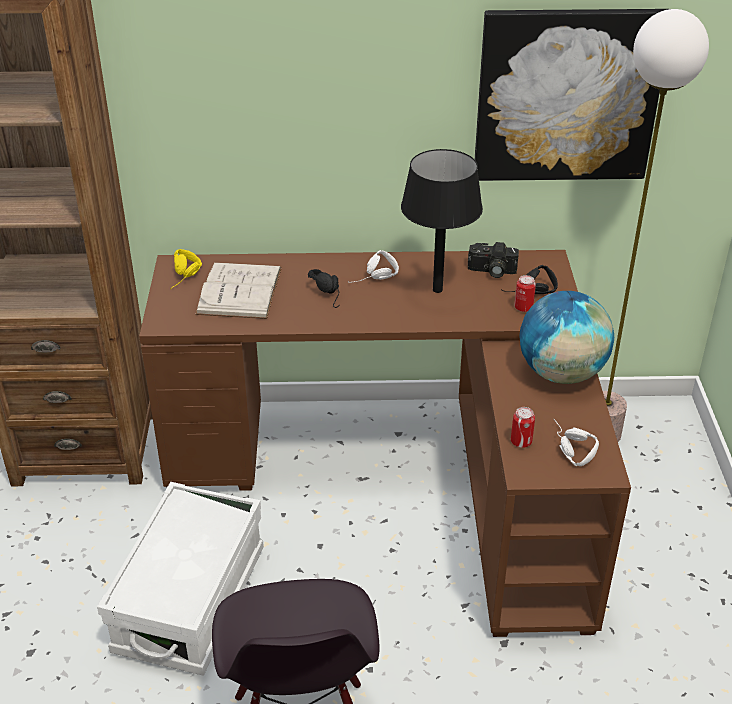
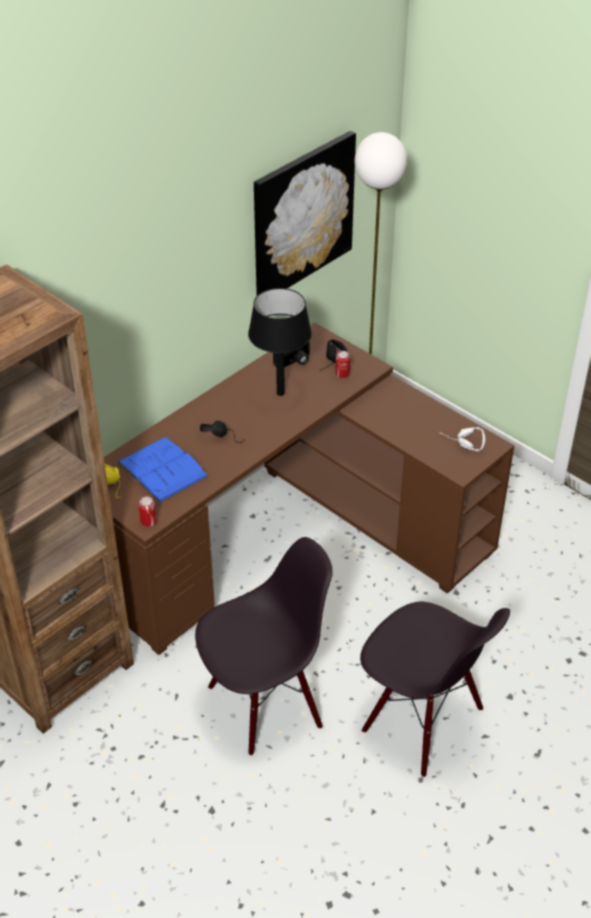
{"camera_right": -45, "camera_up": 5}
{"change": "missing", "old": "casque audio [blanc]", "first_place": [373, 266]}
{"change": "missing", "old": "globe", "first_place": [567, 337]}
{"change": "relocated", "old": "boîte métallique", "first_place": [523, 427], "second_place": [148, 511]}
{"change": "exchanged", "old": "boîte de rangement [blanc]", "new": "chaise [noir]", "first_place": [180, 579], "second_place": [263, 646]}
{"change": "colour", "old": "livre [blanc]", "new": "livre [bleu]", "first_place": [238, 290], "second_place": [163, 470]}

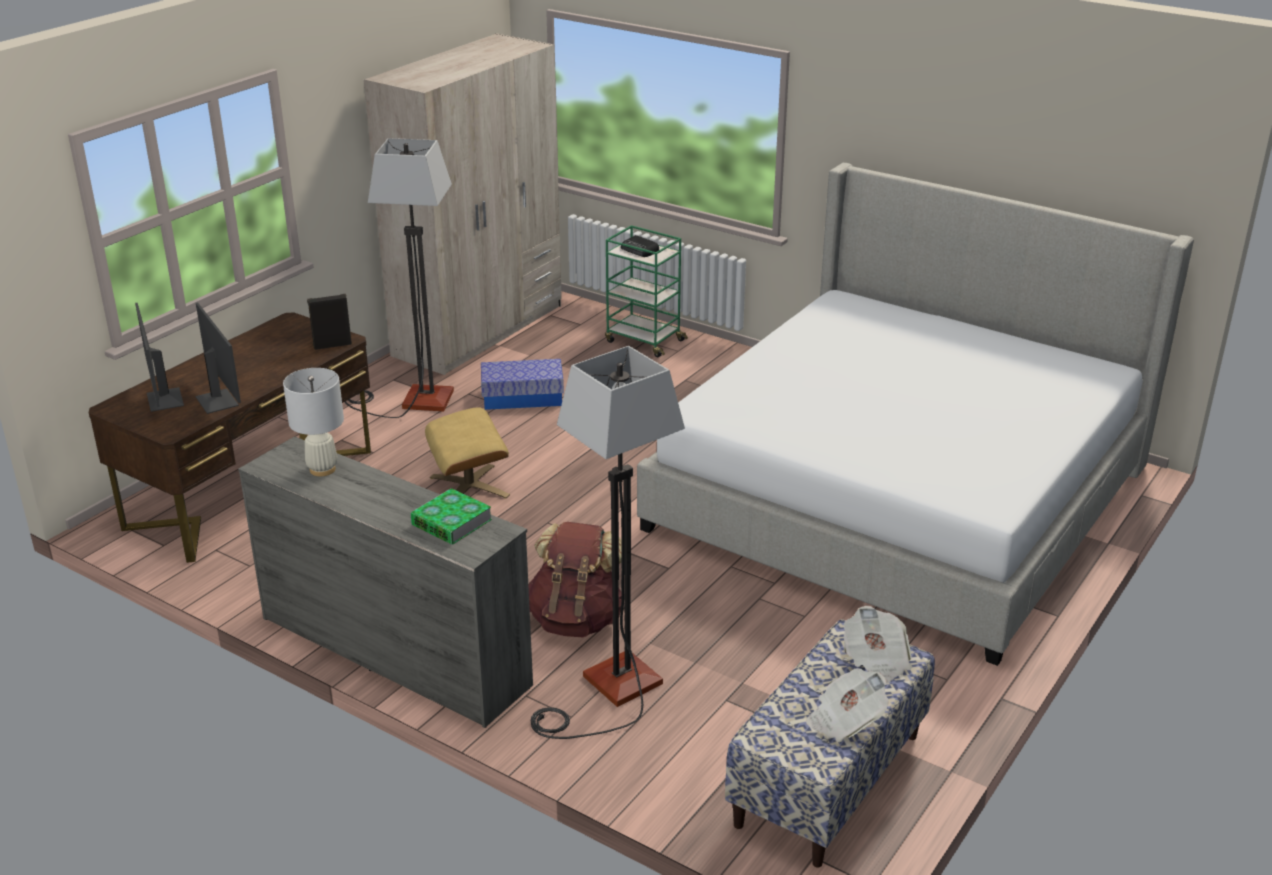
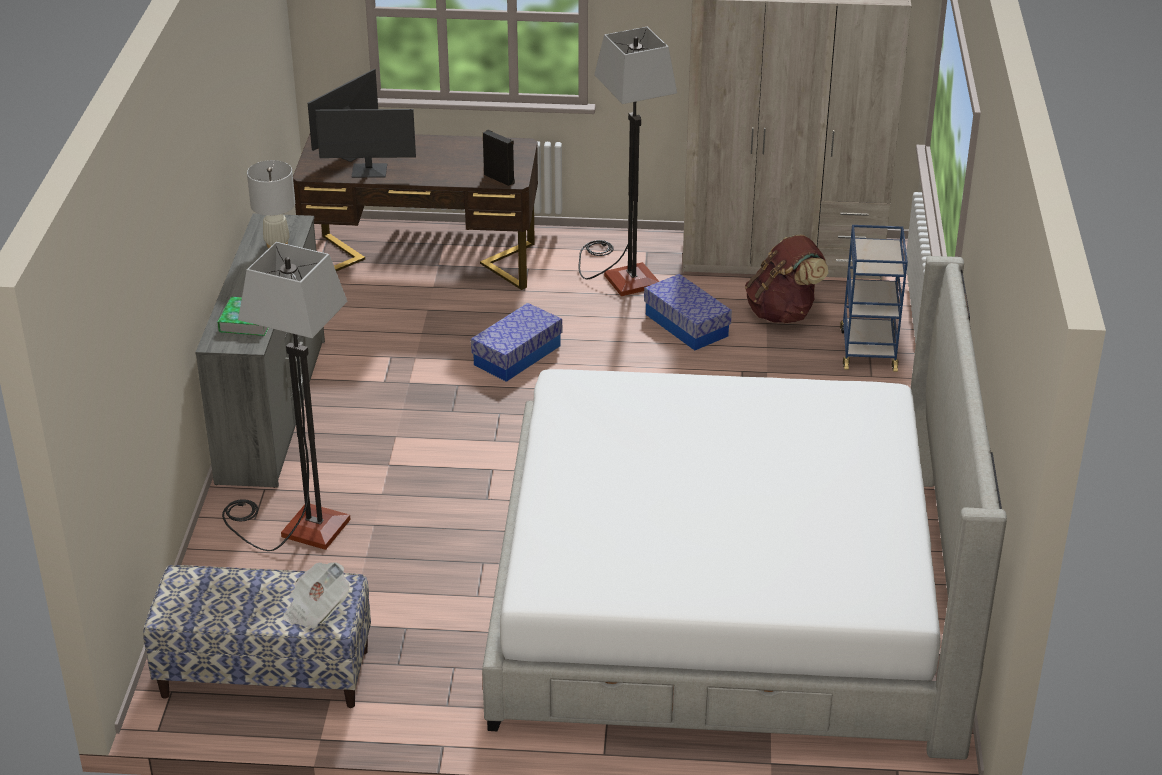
{"camera_right": 60, "camera_up": 5}
{"change": "missing", "old": "radio", "first_place": [640, 246]}
{"change": "missing", "old": "journal", "first_place": [847, 705]}
{"change": "relocated", "old": "sac à dos [marron]", "first_place": [576, 579], "second_place": [787, 279]}
{"change": "exchanged", "old": "pouf [beige]", "new": "boîte de rangement", "first_place": [467, 453], "second_place": [516, 342]}
{"change": "colour", "old": "chariot [vert]", "new": "chariot [bleu]", "first_place": [646, 291], "second_place": [874, 298]}
{"change": "spun", "old": "écran d'ordinateur", "first_place": [218, 358], "second_place": [365, 143], "degrees": 60}

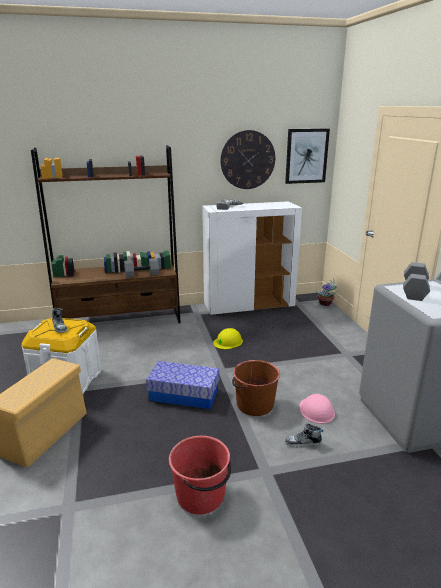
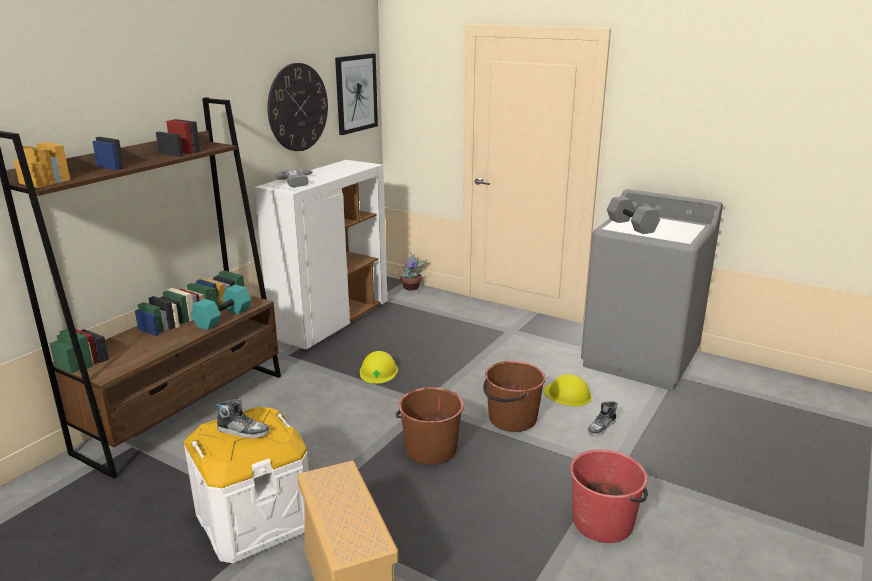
{"camera_right": -45, "camera_up": 0}
{"change": "exchanged", "old": "boîte de rangement", "new": "seau [marron]", "first_place": [183, 385], "second_place": [430, 426]}
{"change": "colour", "old": "haltère [gris]", "new": "haltère [turquoise]", "first_place": [141, 268], "second_place": [221, 307]}
{"change": "colour", "old": "casque de chantier [rose]", "new": "casque de chantier [jaune]", "first_place": [317, 409], "second_place": [567, 390]}

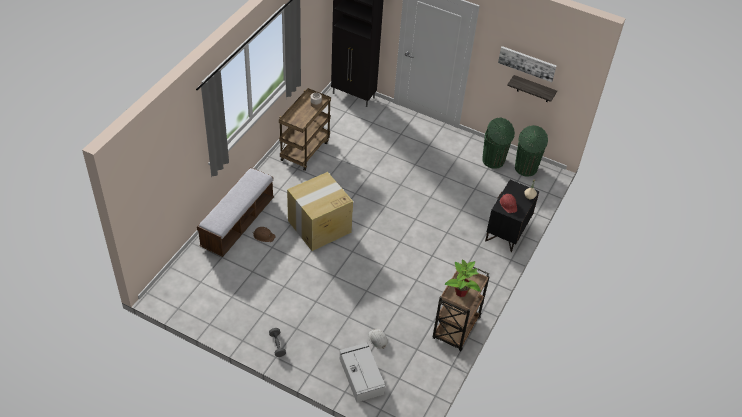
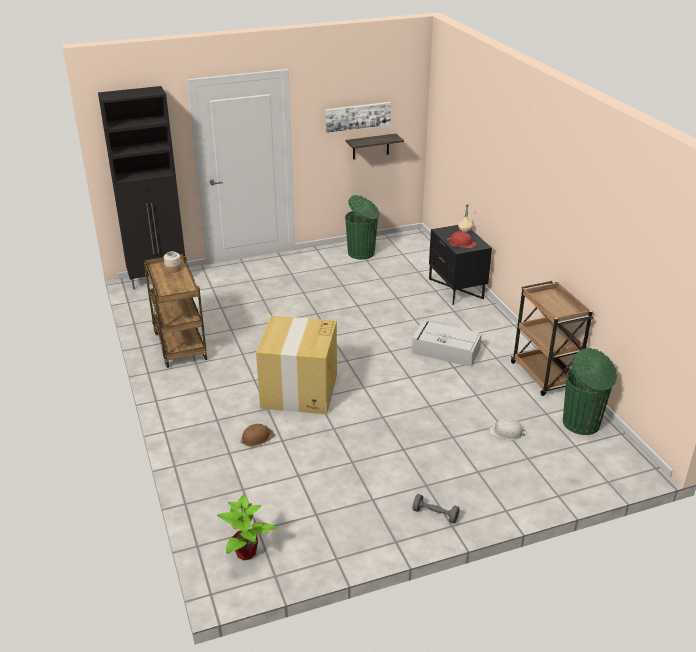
{"camera_right": -45, "camera_up": -15}
{"change": "missing", "old": "banc", "first_place": [235, 212]}
{"change": "relocated", "old": "boîte de rangement [gris]", "first_place": [362, 372], "second_place": [447, 344]}
{"change": "relocated", "old": "plante en pot", "first_place": [463, 278], "second_place": [247, 527]}
{"change": "relocated", "old": "poubelle [vert]", "first_place": [531, 150], "second_place": [590, 391]}

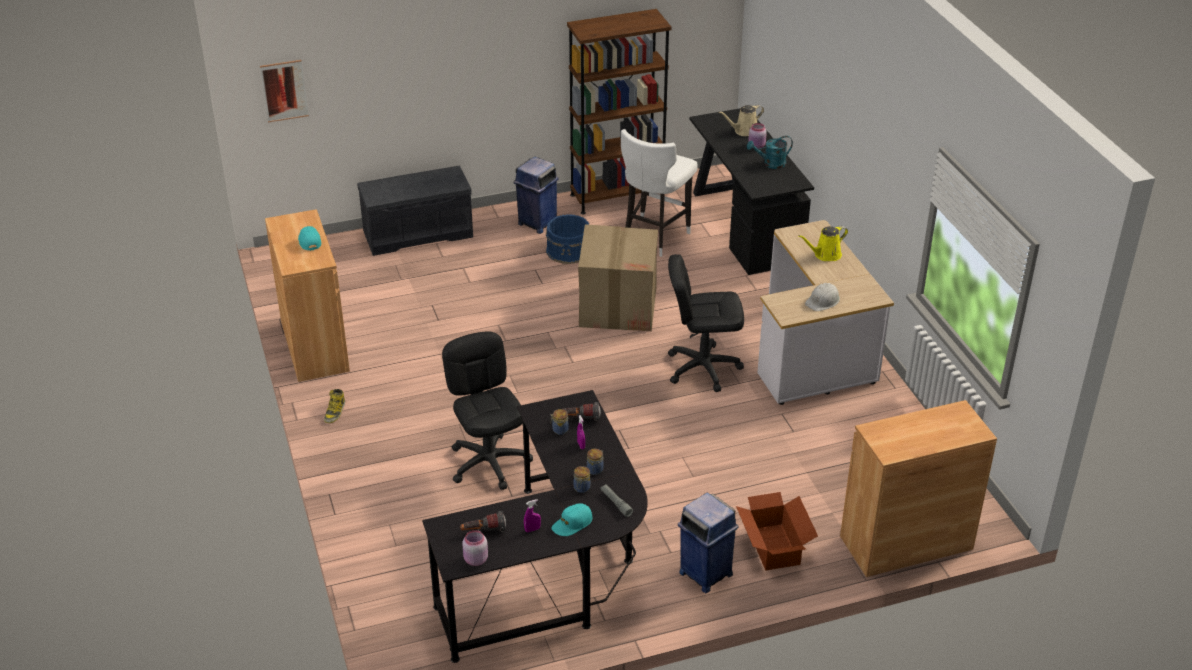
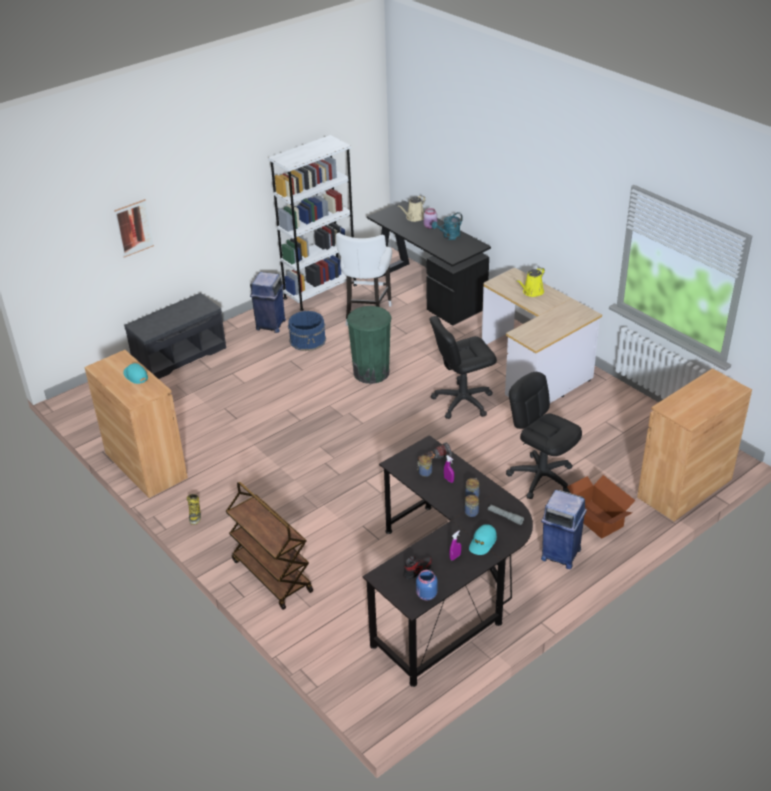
{"camera_right": -20, "camera_up": 0}
{"change": "missing", "old": "casque de chantier [blanc]", "first_place": [822, 297]}
{"change": "appeared", "new": "chariot [marron]", "second_place": [269, 546]}
{"change": "relocated", "old": "tableau", "first_place": [284, 91], "second_place": [134, 228]}
{"change": "relocated", "old": "chaise de bureau [noir]", "first_place": [487, 410], "second_place": [544, 435]}
{"change": "exchanged", "old": "lampe de poche", "new": "chaussure", "first_place": [483, 521], "second_place": [417, 567]}
{"change": "exchanged", "old": "carton", "new": "poubelle [vert]", "first_place": [618, 277], "second_place": [369, 345]}
{"change": "colour", "old": "bocal [rose]", "new": "bocal [bleu]", "first_place": [475, 548], "second_place": [426, 585]}
{"change": "colour", "old": "bibliothèque [marron]", "new": "bibliothèque [blanc]", "first_place": [619, 112], "second_place": [312, 223]}

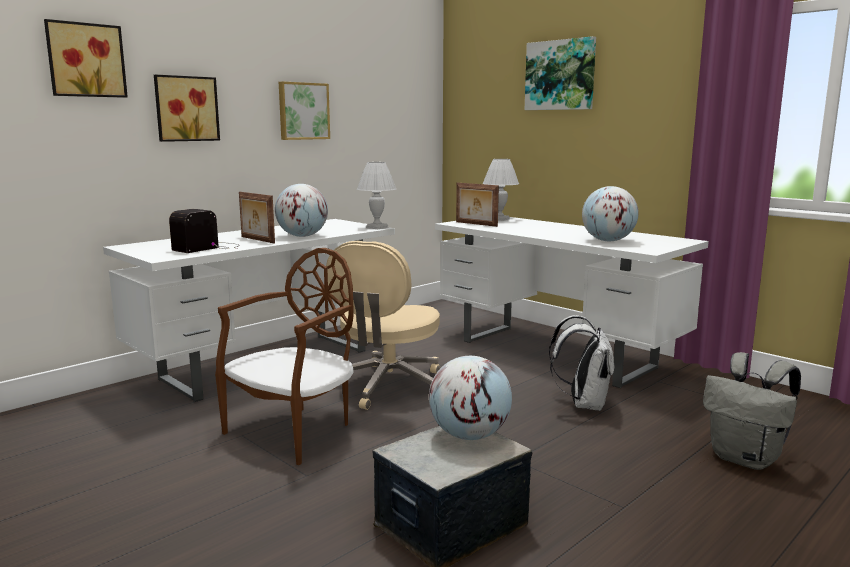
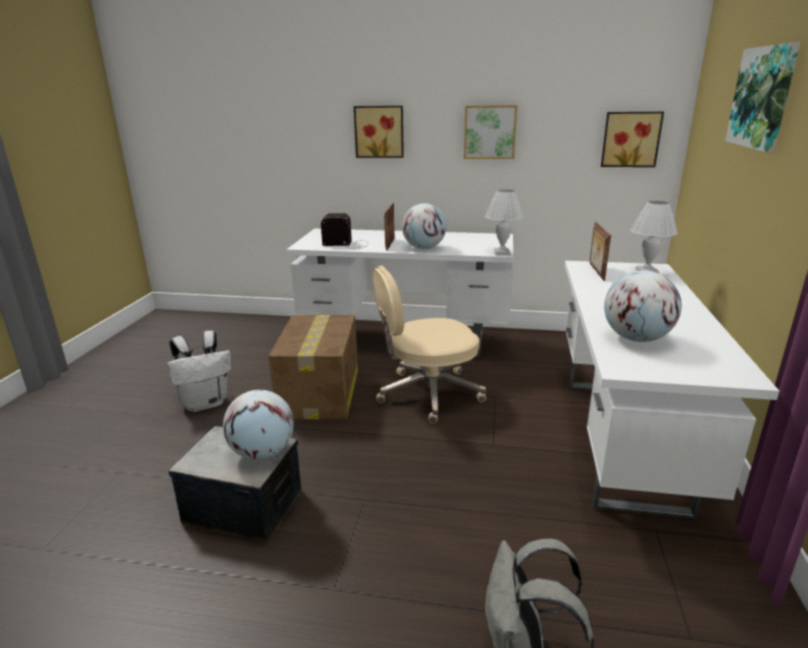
{"camera_right": 55, "camera_up": 10}
{"change": "relocated", "old": "tableau", "first_place": [86, 58], "second_place": [632, 139]}
{"change": "relocated", "old": "sac à dos [blanc]", "first_place": [581, 363], "second_place": [199, 371]}
{"change": "exchanged", "old": "chaise [marron]", "new": "carton", "first_place": [284, 356], "second_place": [313, 367]}

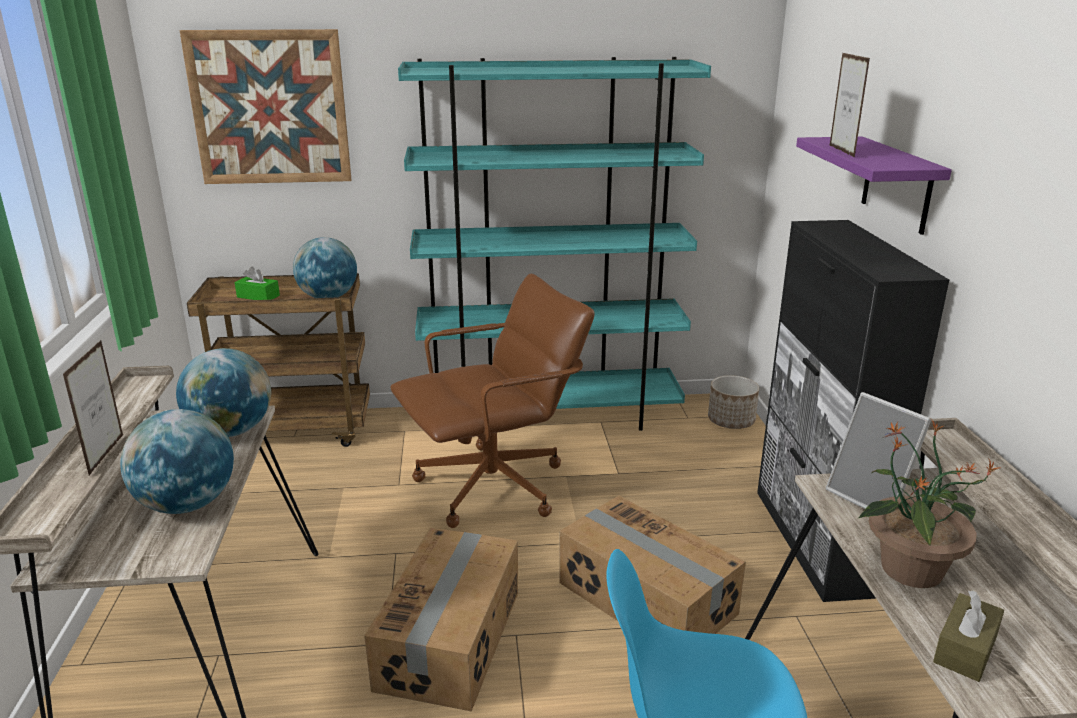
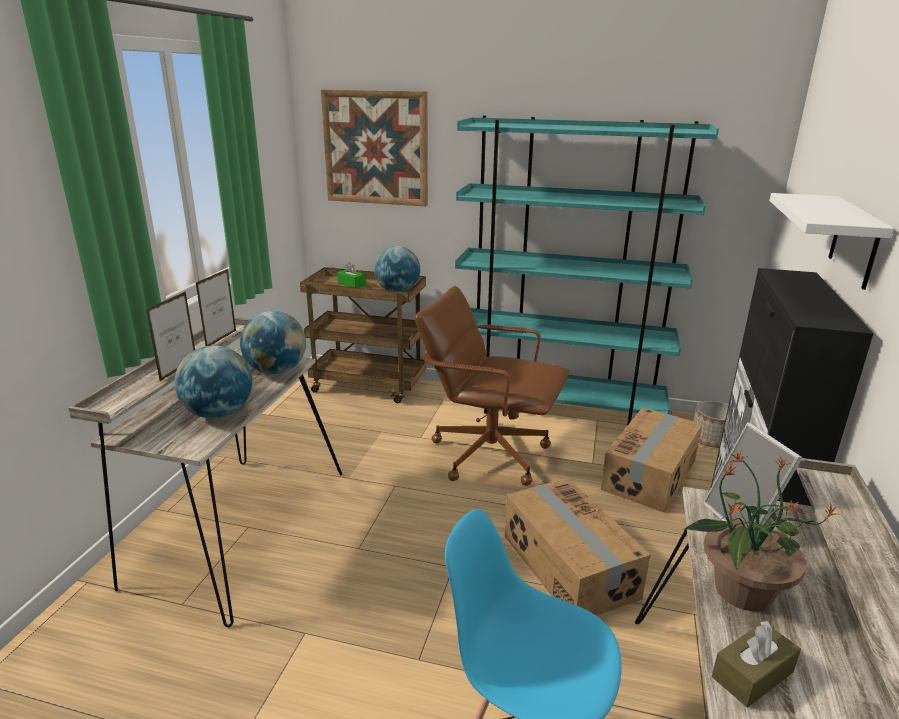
{"camera_right": 20, "camera_up": 0}
{"change": "relocated", "old": "carton", "first_place": [441, 619], "second_place": [651, 460]}
{"change": "relocated", "old": "cadre photo", "first_place": [850, 105], "second_place": [215, 307]}
{"change": "colour", "old": "étagère [violet]", "new": "étagère [blanc]", "first_place": [874, 185], "second_place": [831, 241]}
{"change": "spun", "old": "chaise de bureau [marron]", "first_place": [492, 400], "second_place": [492, 386], "degrees": -150}

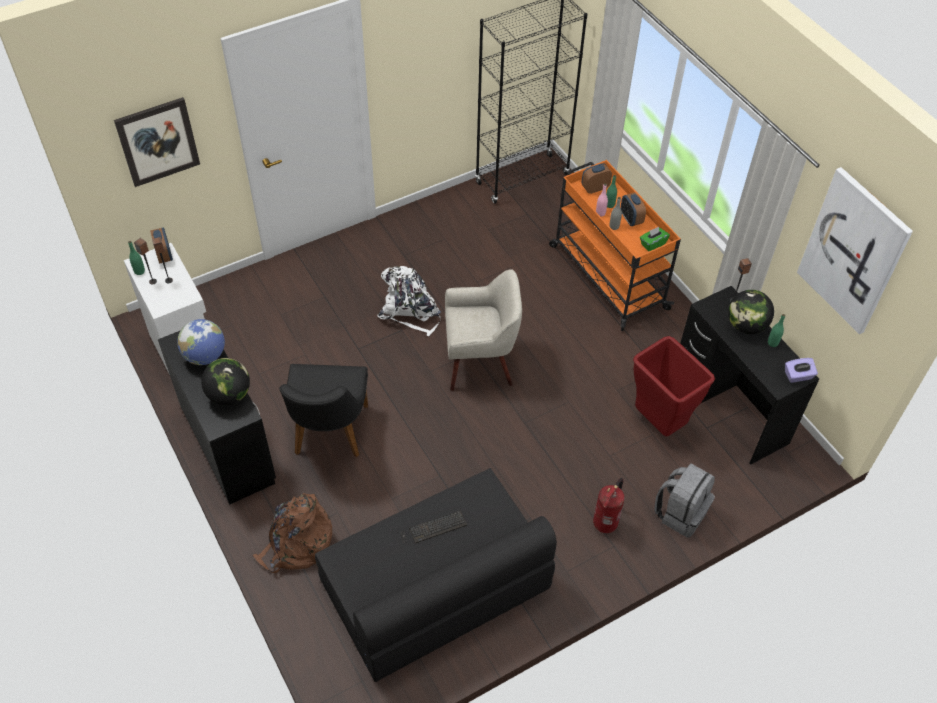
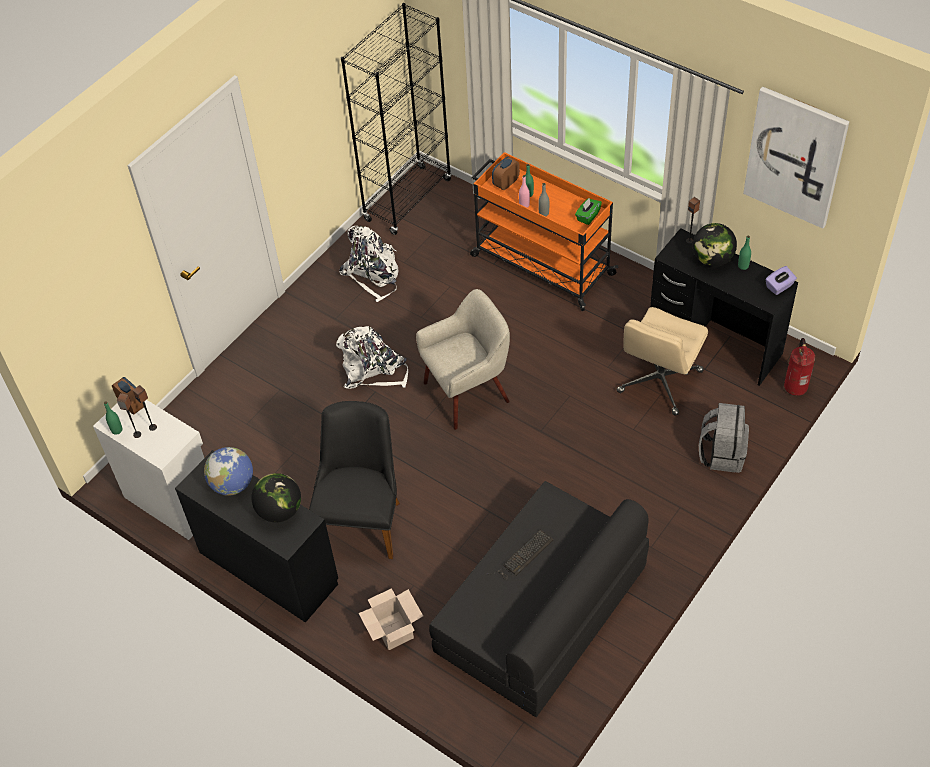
{"camera_right": -20, "camera_up": 0}
{"change": "missing", "old": "tableau", "first_place": [157, 142]}
{"change": "missing", "old": "réveil", "first_place": [633, 209]}
{"change": "appeared", "new": "sac à dos [blanc]", "second_place": [369, 264]}
{"change": "relocated", "old": "extincteur", "first_place": [609, 505], "second_place": [799, 367]}
{"change": "exchanged", "old": "sac à dos [marron]", "new": "carton", "first_place": [292, 533], "second_place": [390, 619]}
{"change": "exchanged", "old": "poubelle [rouge]", "new": "chaise de bureau [beige]", "first_place": [674, 386], "second_place": [662, 361]}
{"change": "spun", "old": "chaise [noir]", "first_place": [323, 410], "second_place": [354, 480], "degrees": -150}

